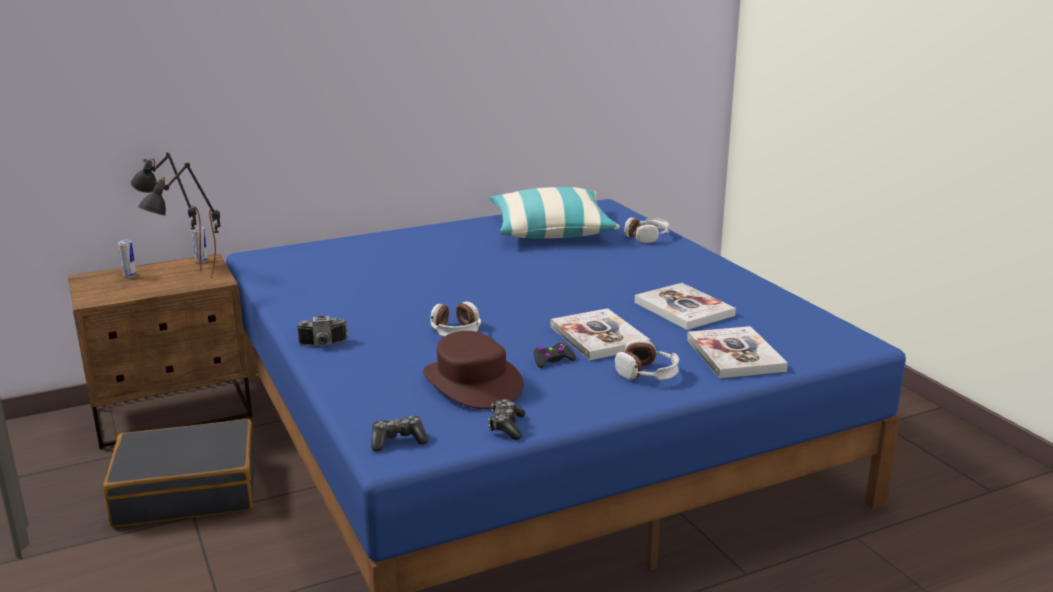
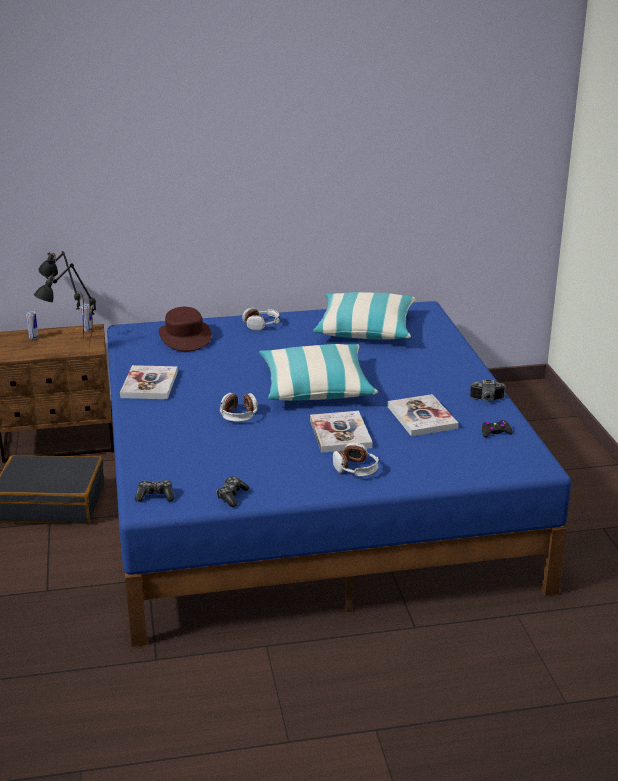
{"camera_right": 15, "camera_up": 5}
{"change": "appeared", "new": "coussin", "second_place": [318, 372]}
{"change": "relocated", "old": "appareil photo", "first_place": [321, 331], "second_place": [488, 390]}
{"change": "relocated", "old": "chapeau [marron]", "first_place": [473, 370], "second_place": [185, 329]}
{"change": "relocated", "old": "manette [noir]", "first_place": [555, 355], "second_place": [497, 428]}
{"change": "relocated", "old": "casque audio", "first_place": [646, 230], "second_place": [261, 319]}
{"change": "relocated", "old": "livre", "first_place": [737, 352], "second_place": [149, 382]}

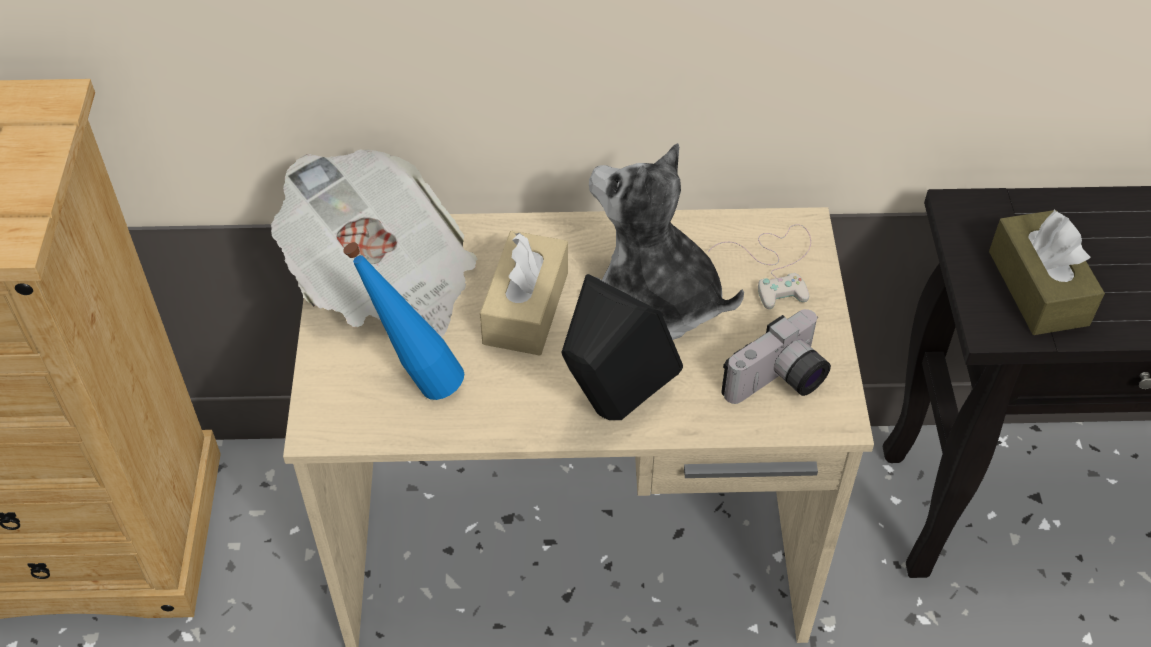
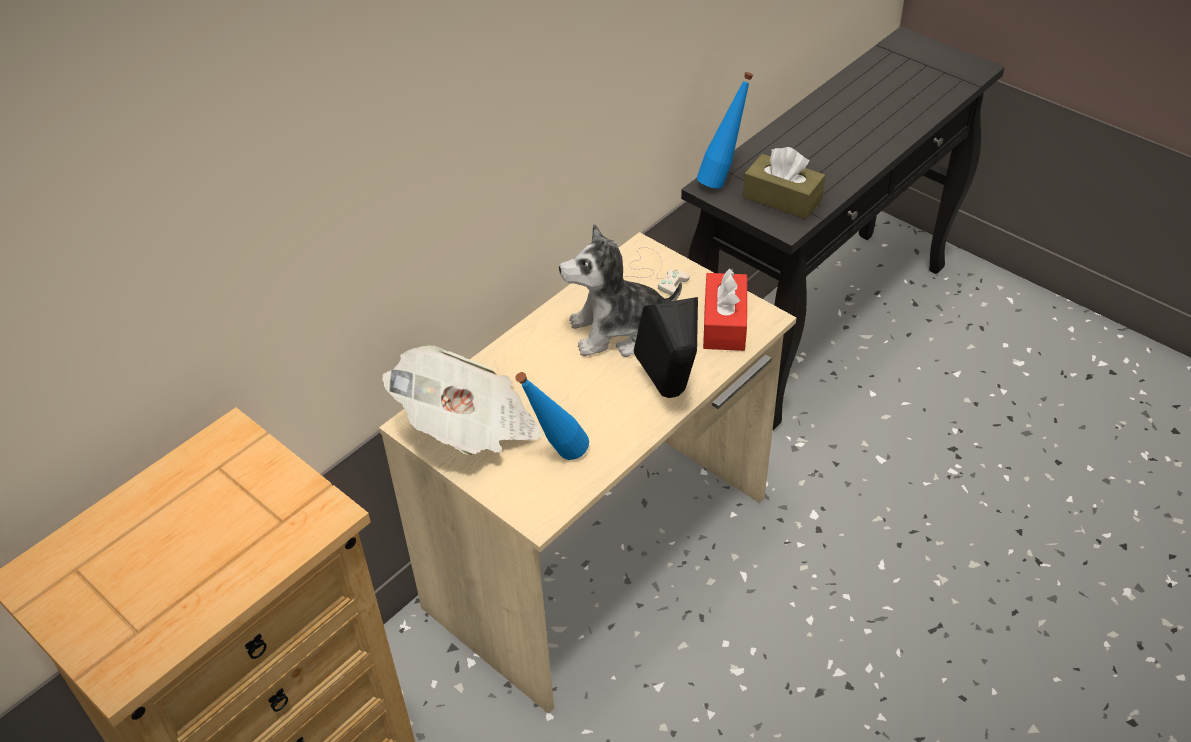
{"camera_right": -45, "camera_up": -5}
{"change": "missing", "old": "boîte à mouchoirs [beige]", "first_place": [524, 293]}
{"change": "appeared", "new": "bouteille [bleu]", "second_place": [725, 130]}
{"change": "exchanged", "old": "appareil photo", "new": "boîte à mouchoirs [rouge]", "first_place": [776, 356], "second_place": [725, 309]}

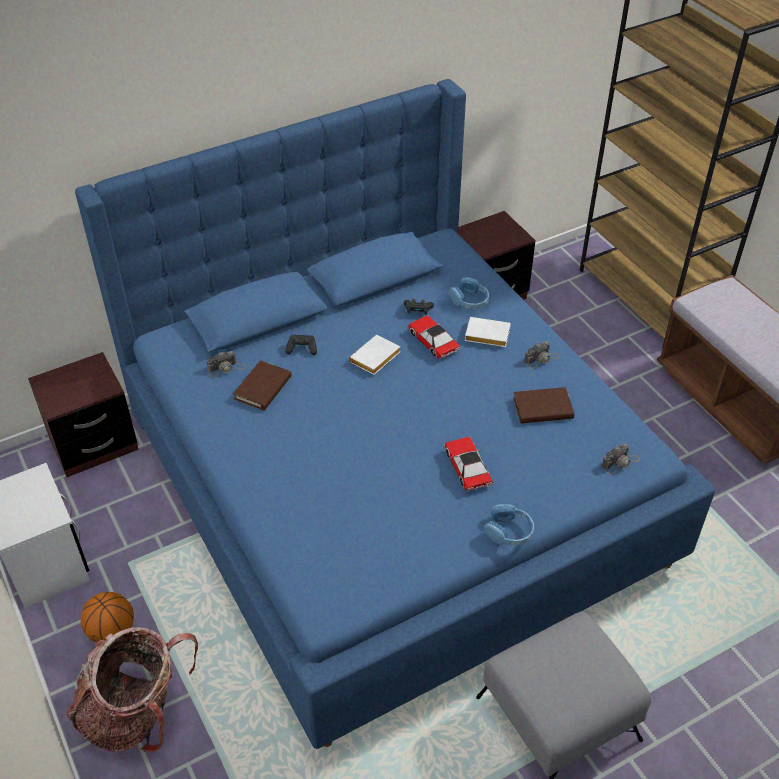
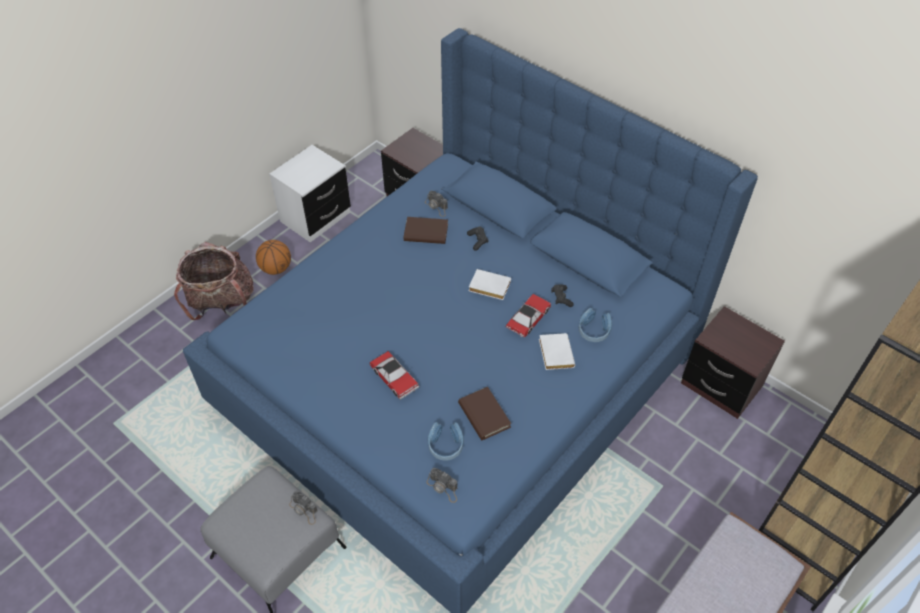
{"camera_right": 70, "camera_up": 5}
{"change": "relocated", "old": "casque audio [bleu]", "first_place": [509, 525], "second_place": [446, 441]}
{"change": "relocated", "old": "appareil photo", "first_place": [542, 355], "second_place": [303, 508]}
{"change": "spun", "old": "petite voiture", "first_place": [468, 464], "second_place": [394, 375], "degrees": 90}

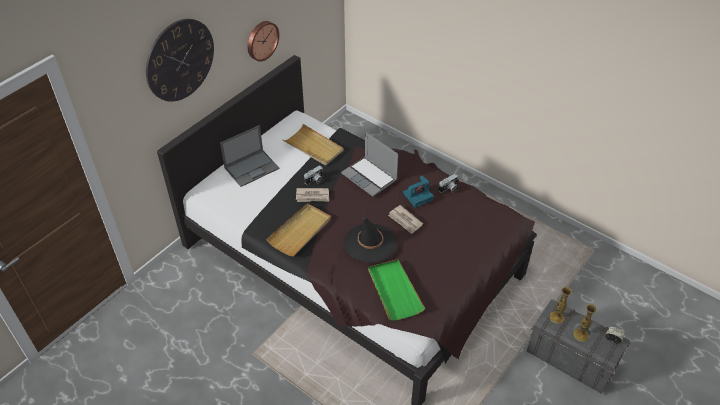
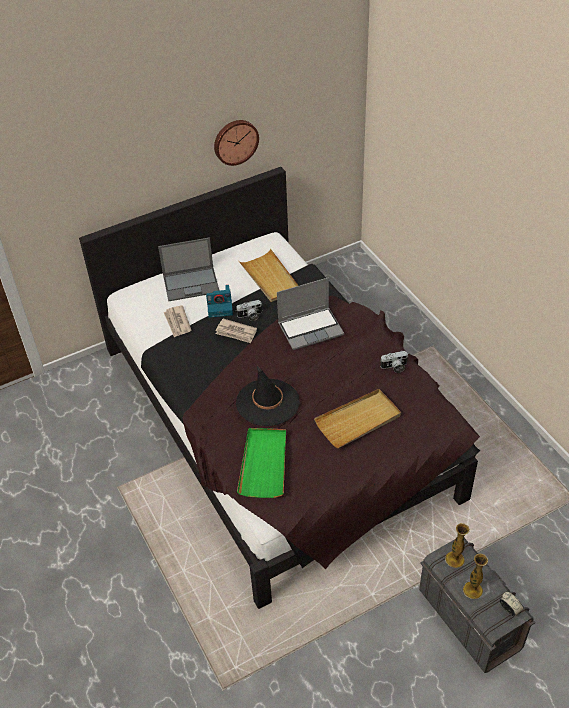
{"camera_right": 25, "camera_up": 0}
{"change": "missing", "old": "horloge murale", "first_place": [180, 60]}
{"change": "relocated", "old": "plateau [beige]", "first_place": [298, 229], "second_place": [357, 418]}
{"change": "relocated", "old": "journal", "first_place": [405, 219], "second_place": [177, 321]}
{"change": "relocated", "old": "appareil photo", "first_place": [418, 192], "second_place": [219, 301]}
{"change": "spun", "old": "ordinateur portable", "first_place": [369, 164], "second_place": [310, 313], "degrees": -90}

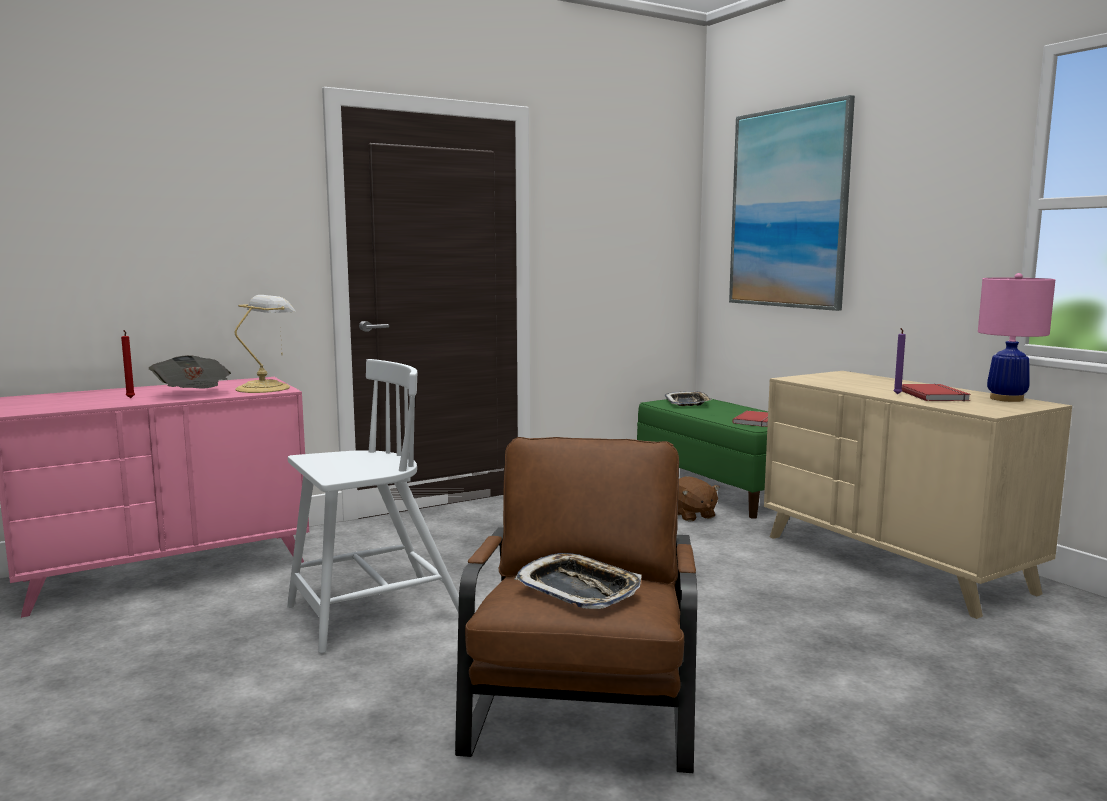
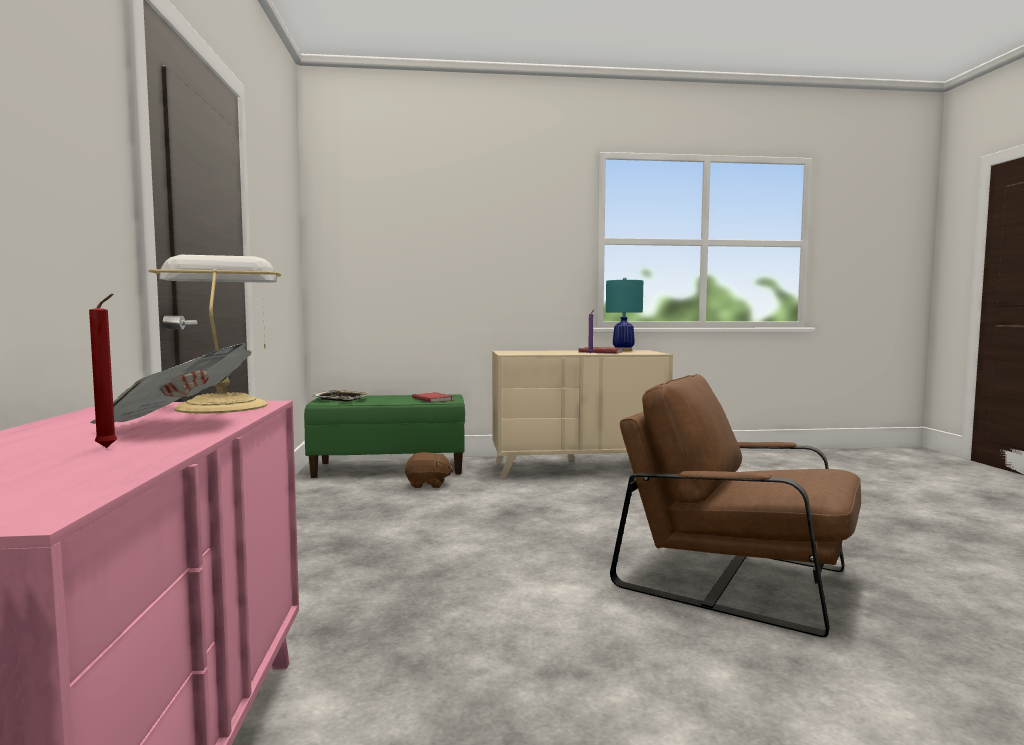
{"camera_right": -65, "camera_up": -5}
{"change": "missing", "old": "chaise [blanc]", "first_place": [373, 506]}
{"change": "missing", "old": "plateau", "first_place": [578, 581]}
{"change": "missing", "old": "tableau", "first_place": [792, 203]}
{"change": "colour", "old": "lampe de table [rose]", "new": "lampe de table [turquoise]", "first_place": [1016, 337], "second_place": [624, 314]}

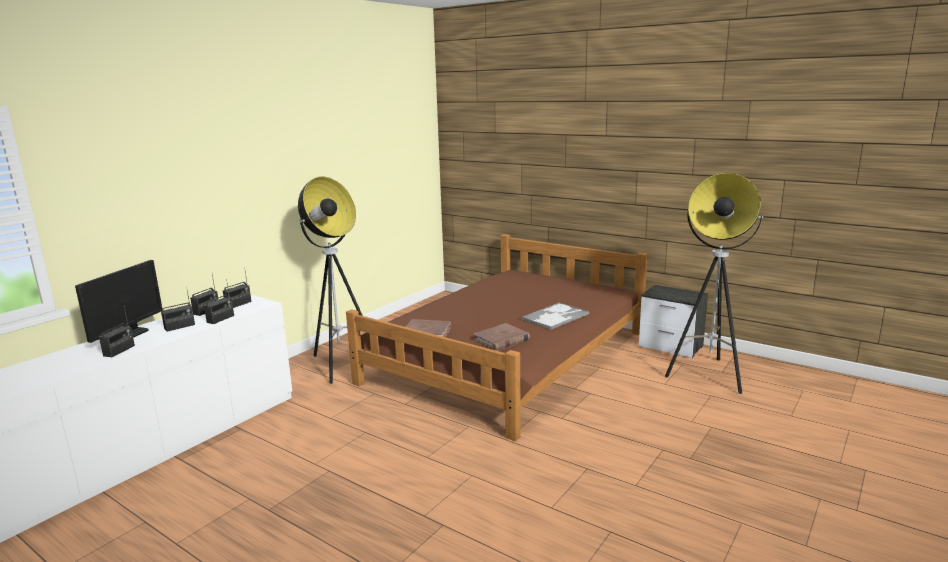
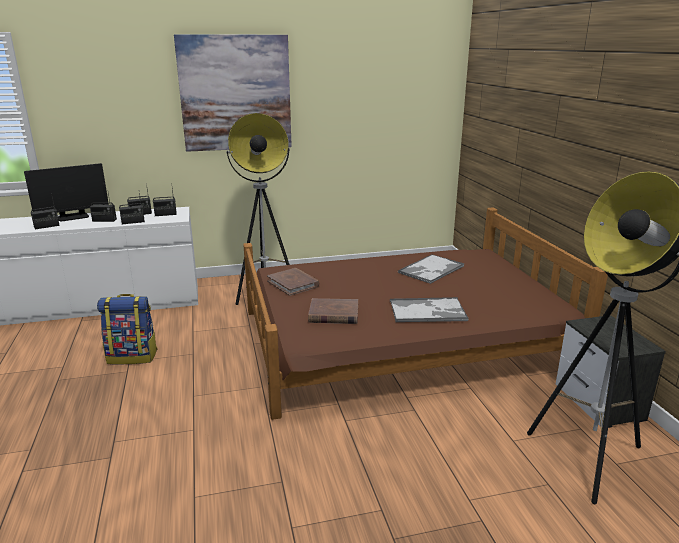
{"camera_right": 40, "camera_up": 5}
{"change": "appeared", "new": "sac à dos", "second_place": [127, 329]}
{"change": "appeared", "new": "tableau", "second_place": [233, 93]}
{"change": "appeared", "new": "plateau", "second_place": [431, 269]}

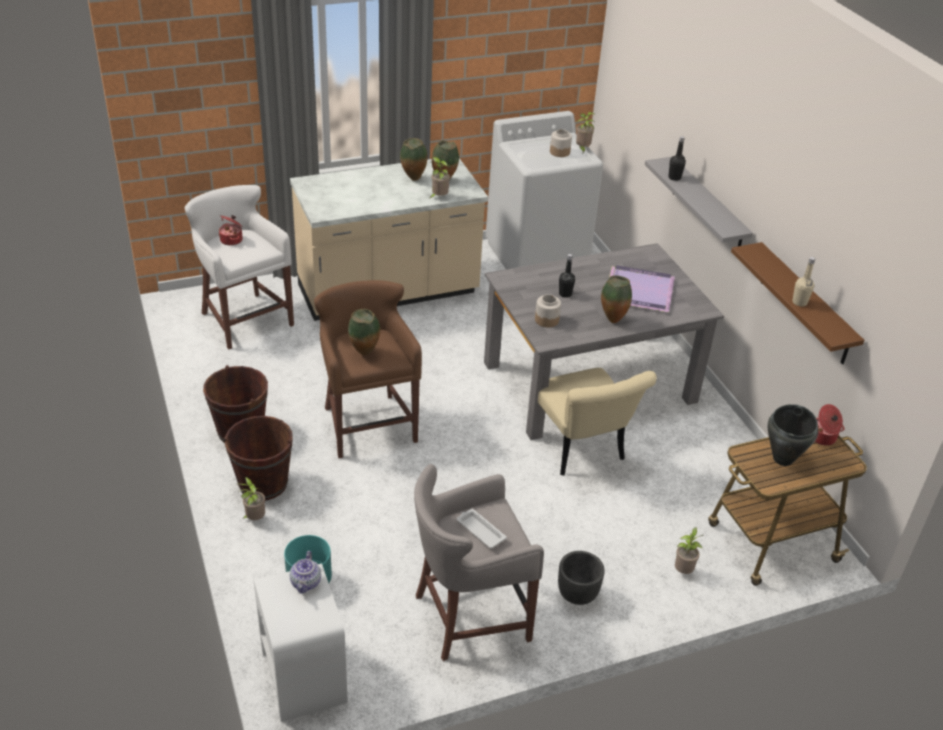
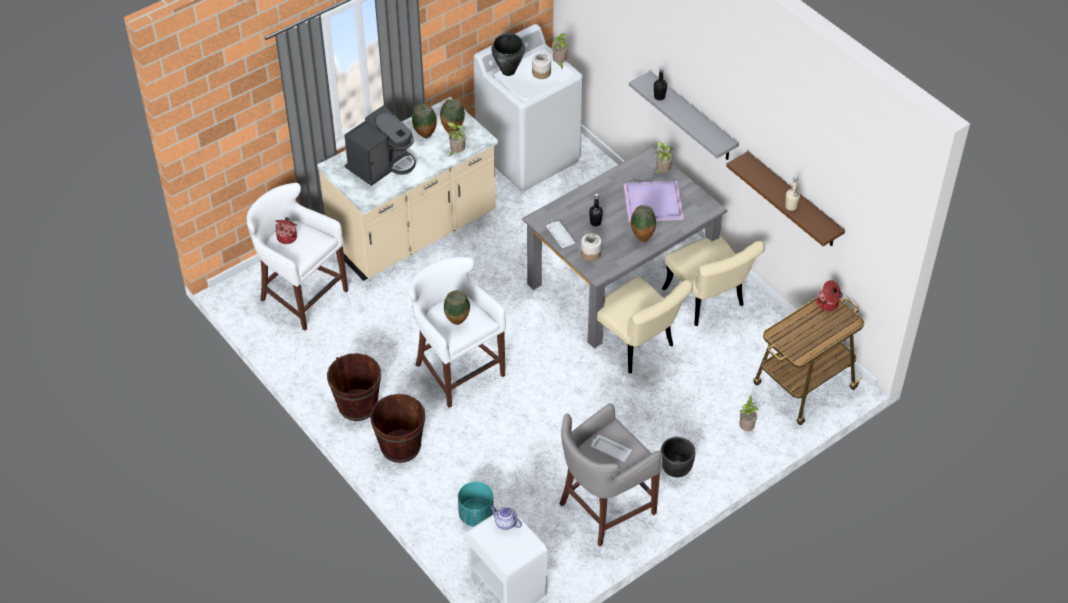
{"camera_right": -15, "camera_up": 10}
{"change": "appeared", "new": "machine à café", "second_place": [380, 145]}
{"change": "appeared", "new": "plateau [blanc]", "second_place": [560, 234]}
{"change": "appeared", "new": "chaise [beige]", "second_place": [713, 280]}
{"change": "relocated", "old": "plante en pot", "first_place": [250, 498], "second_place": [663, 157]}
{"change": "relocated", "old": "marmite [noir]", "first_place": [792, 435], "second_place": [508, 54]}
{"change": "colour", "old": "tabouret [marron]", "new": "tabouret [blanc]", "first_place": [368, 369], "second_place": [457, 332]}
{"change": "spun", "old": "théière", "first_place": [305, 572], "second_place": [506, 517], "degrees": 135}

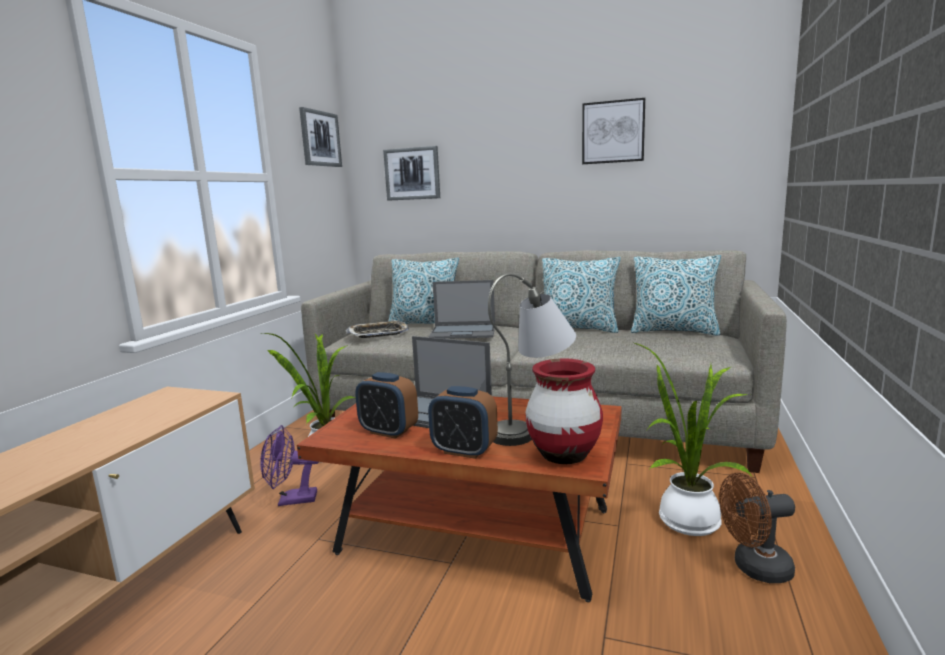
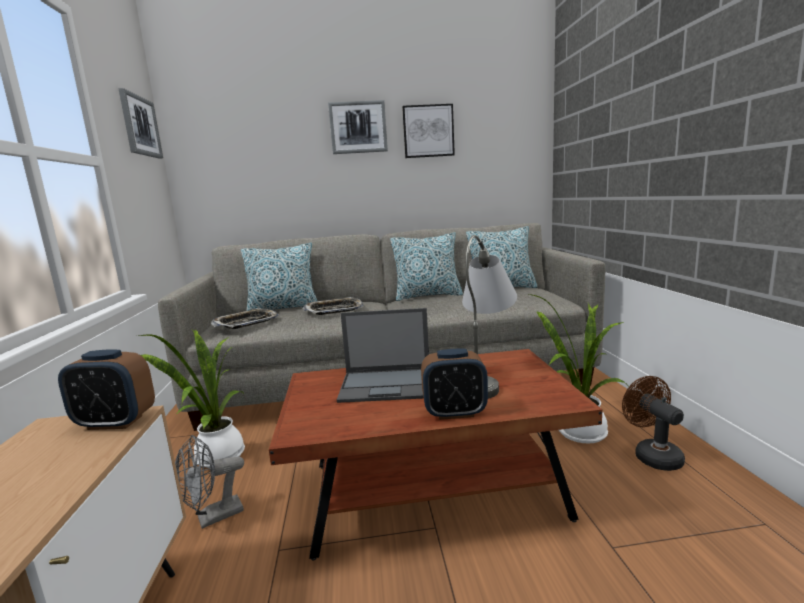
{"camera_right": -25, "camera_up": 0}
{"change": "missing", "old": "vase [rouge]", "first_place": [564, 411]}
{"change": "relocated", "old": "réveil", "first_place": [386, 405], "second_place": [106, 389]}
{"change": "relocated", "old": "tableau", "first_place": [411, 173], "second_place": [358, 127]}
{"change": "exchanged", "old": "ordinateur portable", "new": "plateau", "first_place": [462, 309], "second_place": [333, 306]}
{"change": "colour", "old": "ventilateur [violet]", "new": "ventilateur [gris]", "first_place": [289, 465], "second_place": [209, 482]}
{"change": "spun", "old": "ventilateur [marron]", "first_place": [757, 528], "second_place": [653, 423], "degrees": 105}

